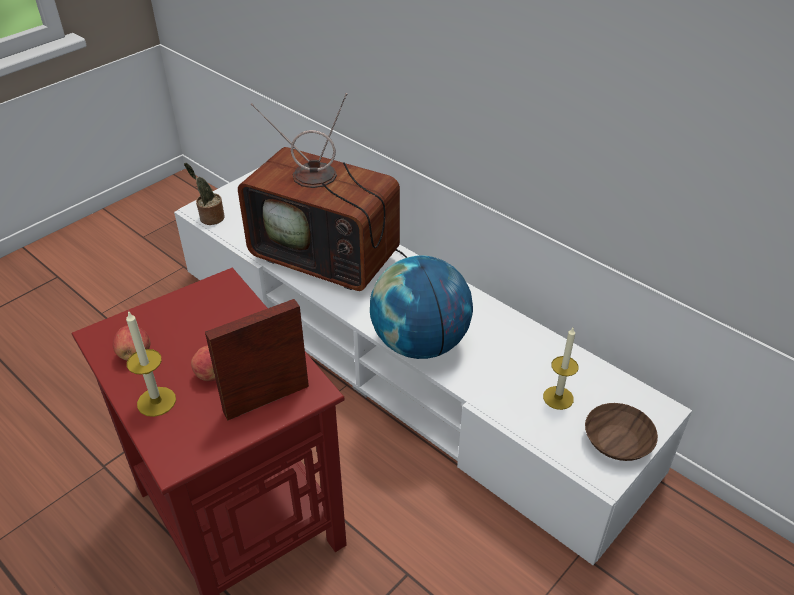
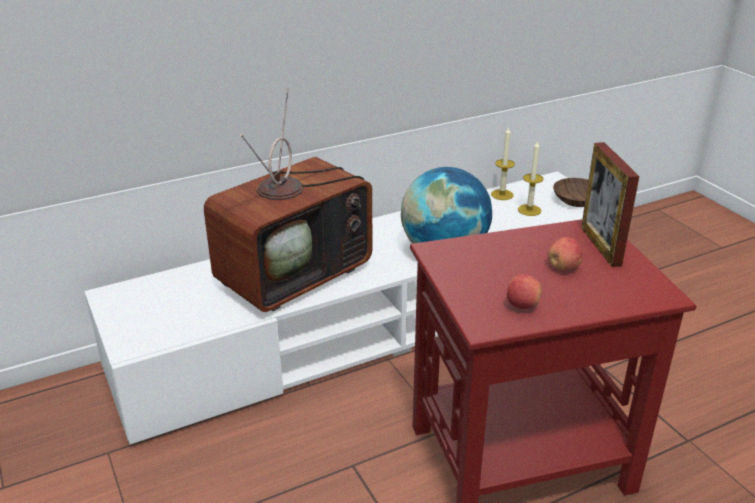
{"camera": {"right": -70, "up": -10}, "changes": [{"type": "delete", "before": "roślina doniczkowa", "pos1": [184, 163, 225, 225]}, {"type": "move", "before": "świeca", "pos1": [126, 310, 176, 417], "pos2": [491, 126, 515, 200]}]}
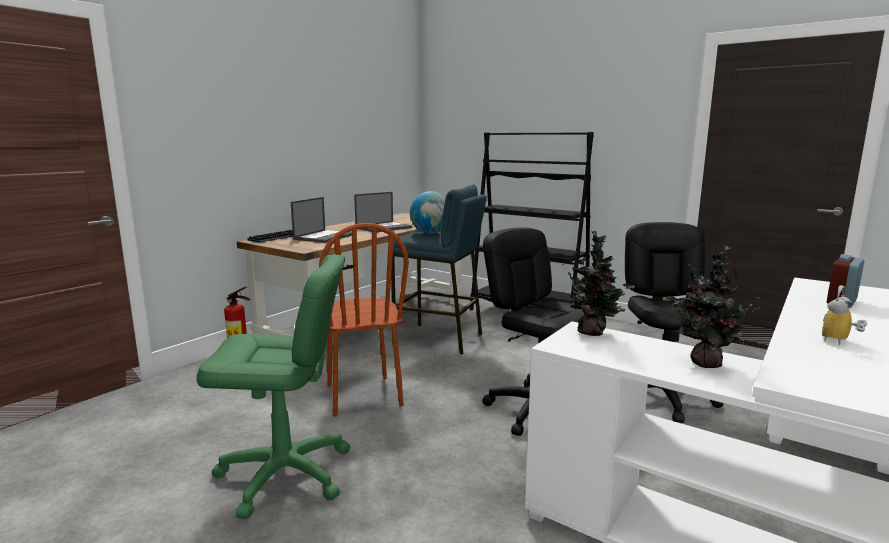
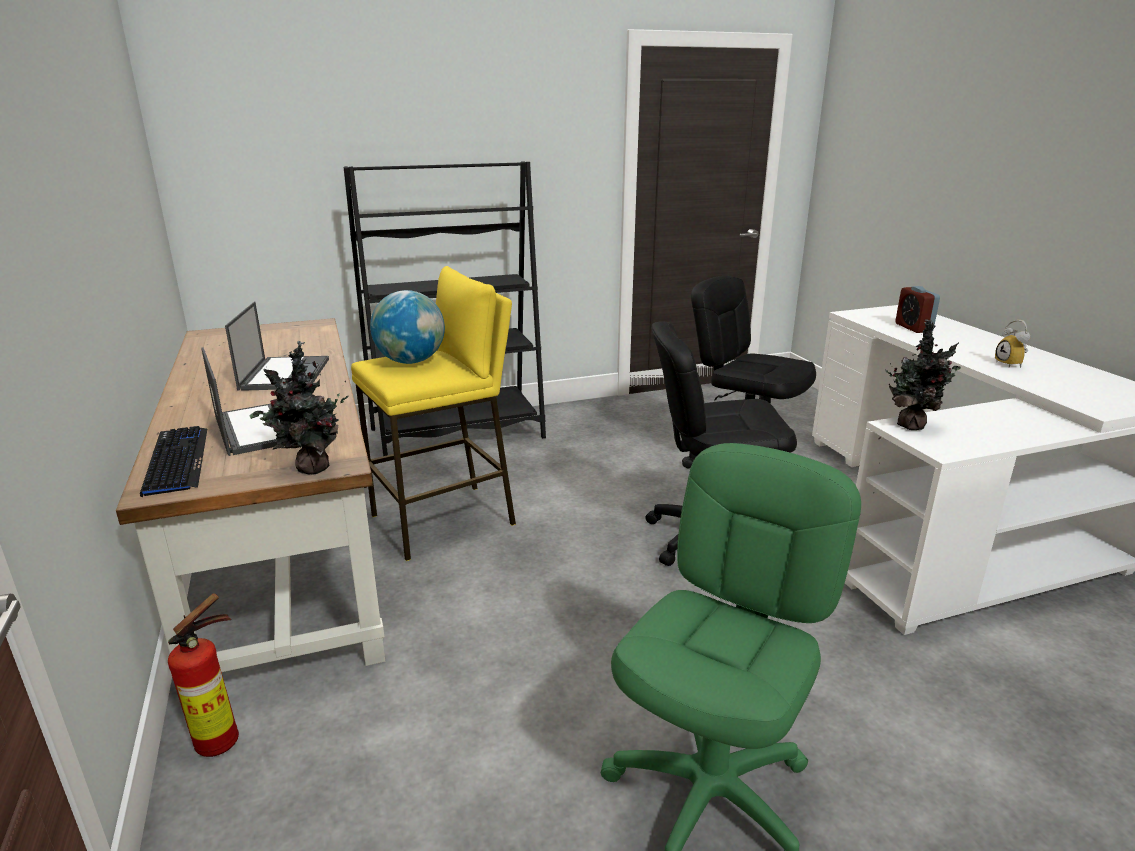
{"camera": {"right": -55, "up": 10}, "changes": [{"type": "recolor", "before": "stołek/niebieski", "after": "stołek/żółty", "pos1": [391, 184, 487, 355], "pos2": [351, 266, 516, 561]}, {"type": "delete", "before": "krzesło/brązowy", "pos1": [319, 223, 409, 417]}, {"type": "move", "before": "roślina doniczkowa", "pos1": [663, 246, 762, 368], "pos2": [249, 341, 349, 475]}]}
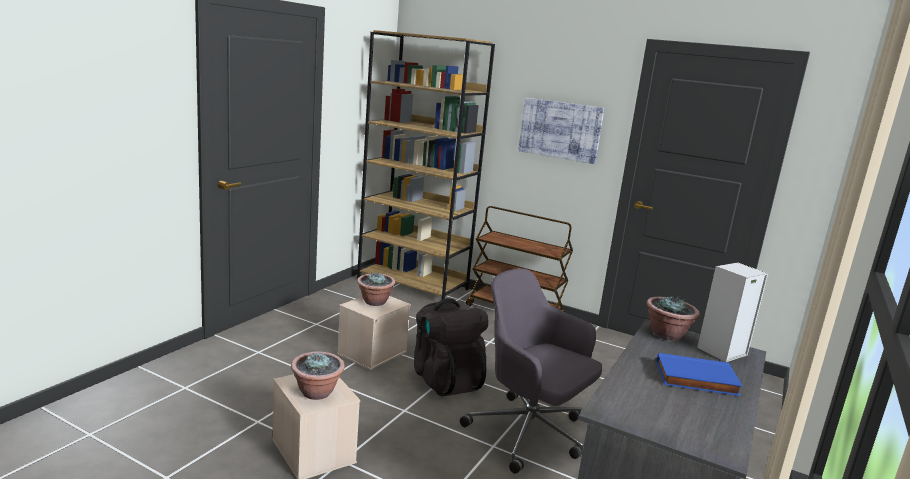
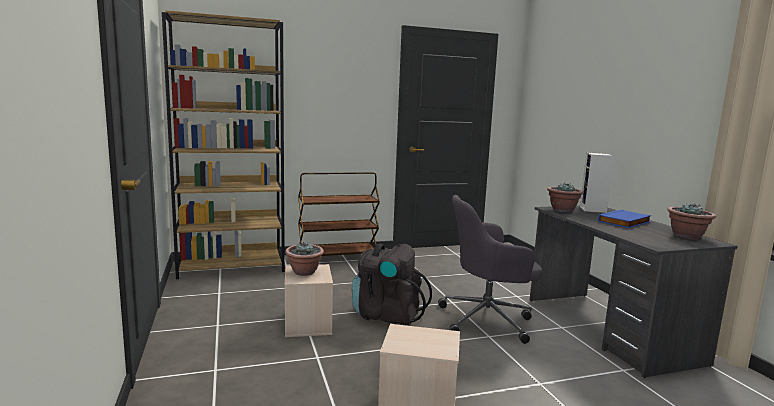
{"camera": {"right": -45, "up": -5}, "changes": [{"type": "delete", "before": "obraz", "pos1": [518, 98, 604, 164]}, {"type": "move", "before": "roślina doniczkowa", "pos1": [291, 351, 345, 400], "pos2": [667, 203, 716, 239]}]}
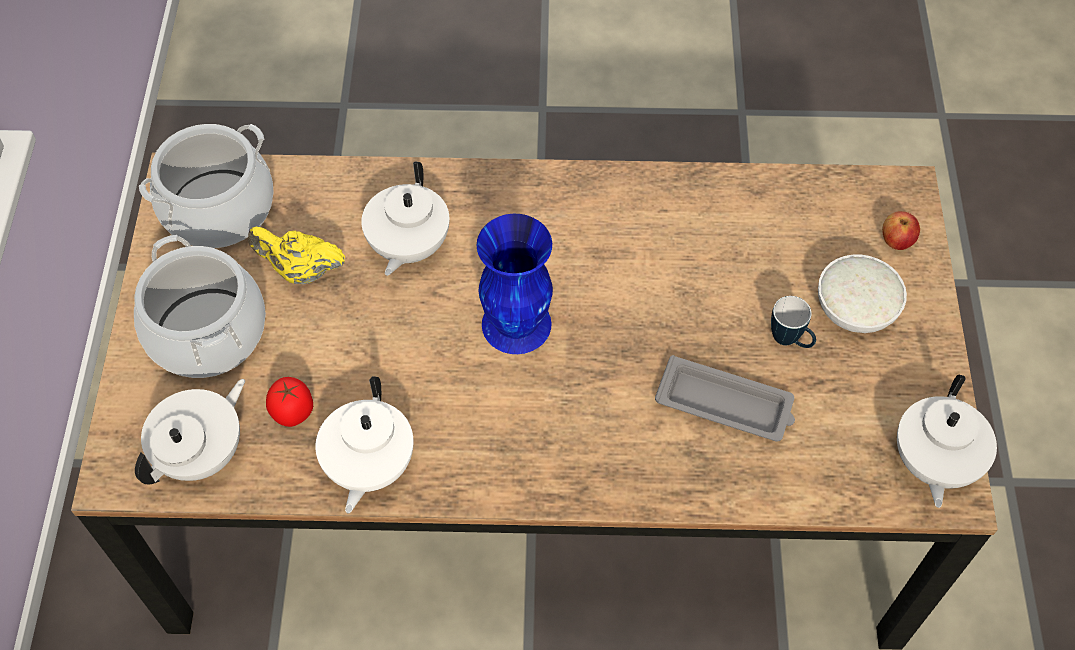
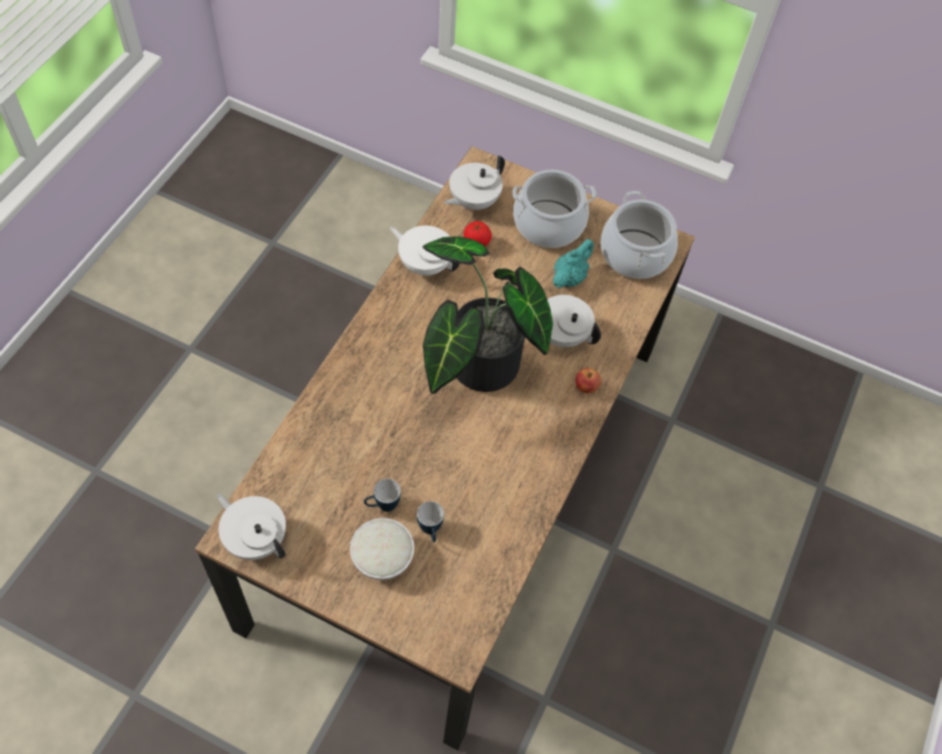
{"camera": {"right": 110, "up": 0}, "changes": [{"type": "move", "before": "jabłko", "pos1": [882, 211, 920, 250], "pos2": [576, 368, 601, 393]}, {"type": "replace", "before": "wazon/niebieski", "after": "roślina doniczkowa", "pos1": [477, 214, 553, 354], "pos2": [422, 236, 553, 394]}, {"type": "recolor", "before": "imbryk/żółty", "after": "imbryk/turkusowy", "pos1": [248, 227, 345, 284], "pos2": [553, 239, 594, 288]}, {"type": "delete", "before": "taca/szary", "pos1": [655, 355, 795, 442]}, {"type": "rotate", "before": "imbryk/biały", "pos1": [135, 379, 245, 484], "pos2": [444, 155, 505, 210], "turn": 75}, {"type": "insert", "after": "kubek", "pos2": [417, 501, 444, 542]}]}
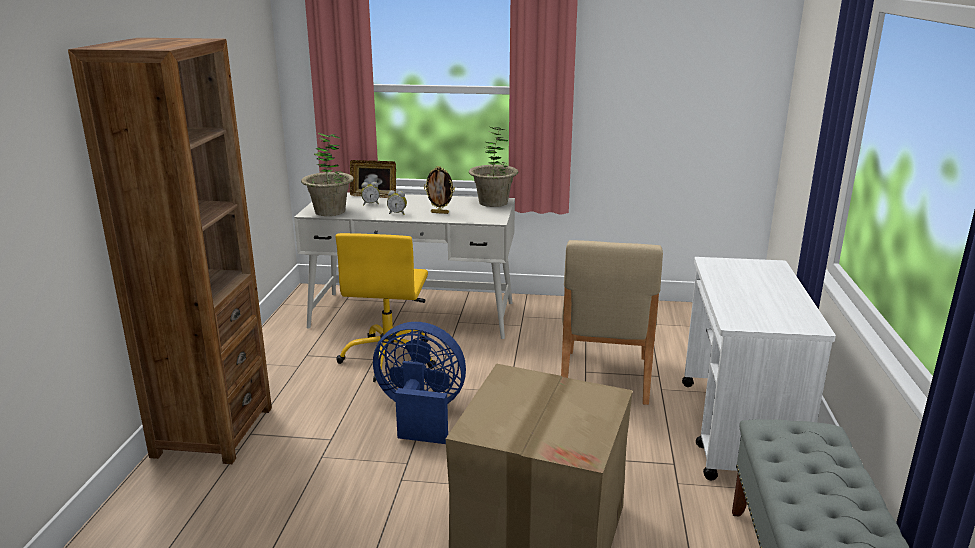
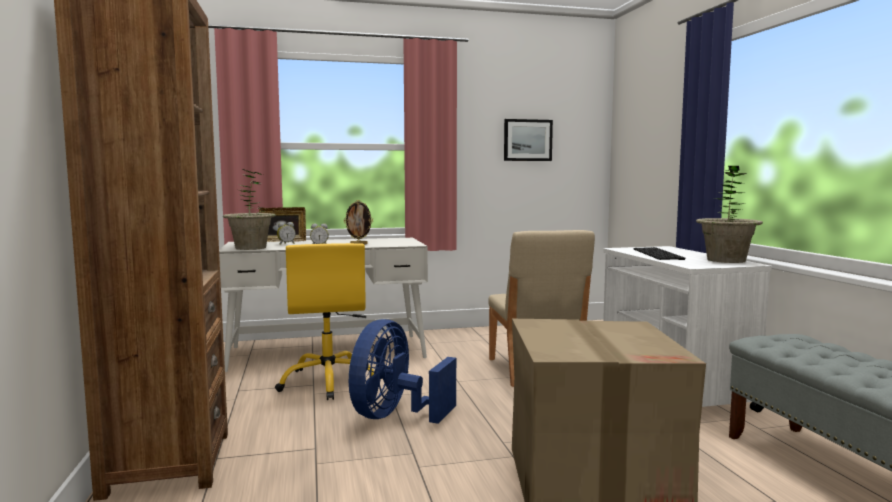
{"camera": {"right": -20, "up": -15}, "changes": [{"type": "move", "before": "roślina doniczkowa", "pos1": [469, 127, 518, 207], "pos2": [696, 166, 763, 263]}, {"type": "rotate", "before": "wentylator/niebieski", "pos1": [373, 322, 466, 444], "pos2": [349, 319, 456, 424], "turn": -60}, {"type": "insert", "after": "obraz", "pos2": [504, 119, 553, 161]}, {"type": "insert", "after": "klawiatura", "pos2": [633, 247, 685, 260]}]}
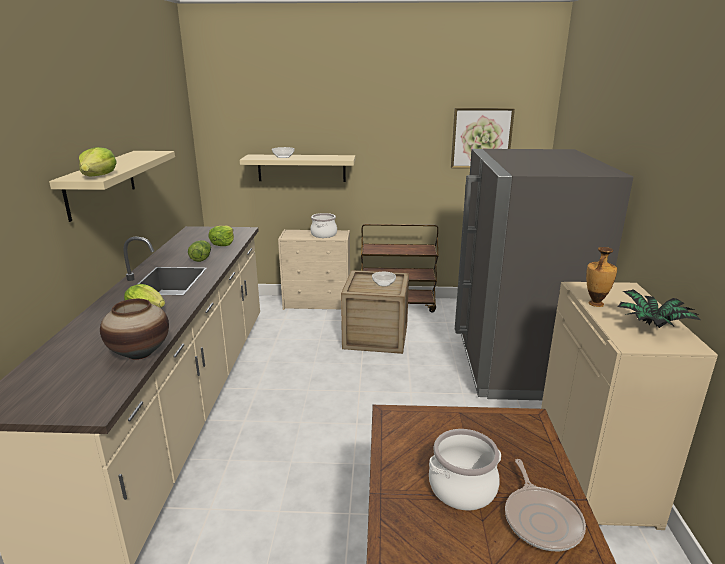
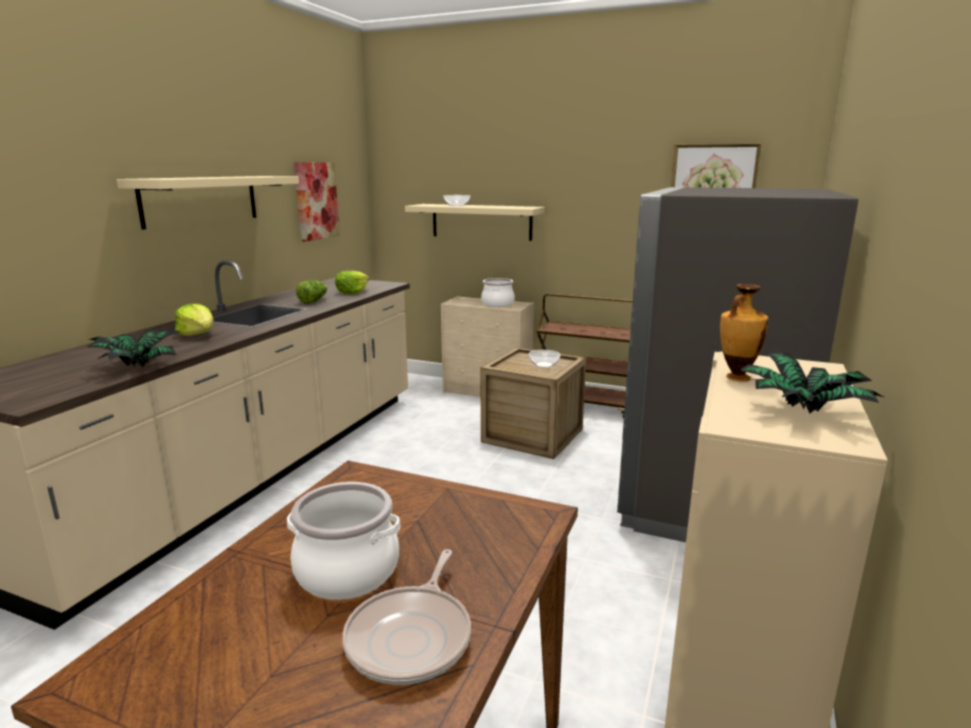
{"camera": {"right": 20, "up": -5}, "changes": [{"type": "delete", "before": "sałata", "pos1": [79, 147, 117, 177]}, {"type": "replace", "before": "wazon", "after": "roślina doniczkowa", "pos1": [100, 299, 169, 360], "pos2": [88, 329, 179, 368]}, {"type": "insert", "after": "obraz", "pos2": [294, 162, 340, 242]}]}
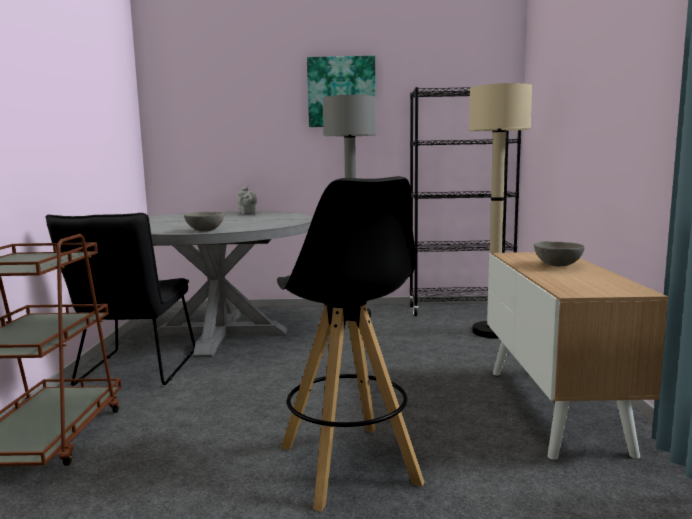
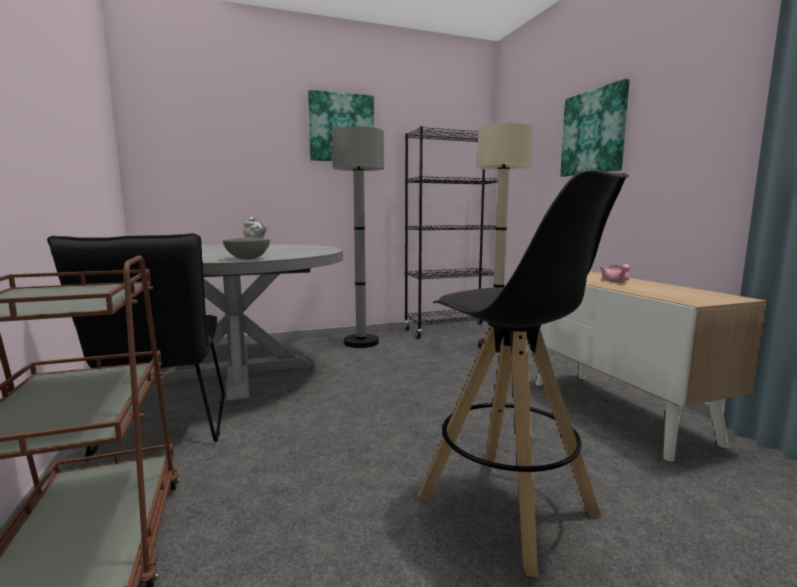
{"camera": {"right": -20, "up": 0}, "changes": [{"type": "replace", "before": "miska/szary", "after": "imbryk/różowy", "pos1": [534, 241, 585, 266], "pos2": [600, 264, 630, 282]}, {"type": "insert", "after": "obraz", "pos2": [560, 79, 630, 177]}]}
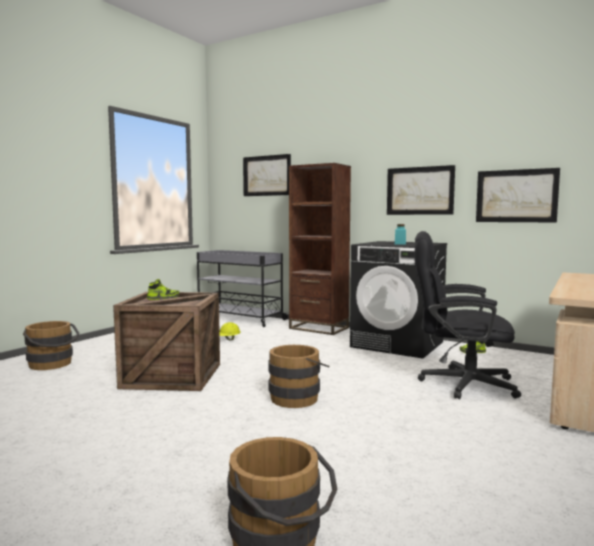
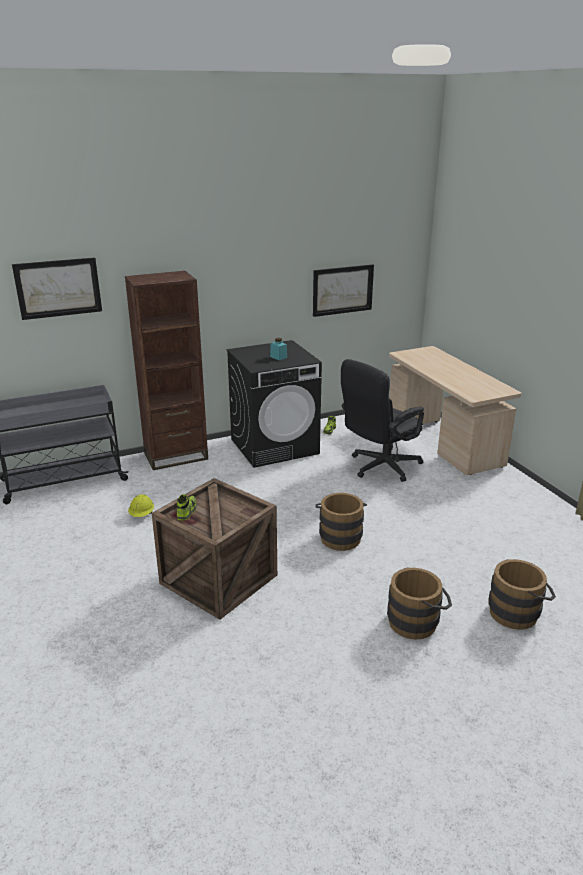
{"camera": {"right": -55, "up": 20}, "changes": [{"type": "delete", "before": "obraz", "pos1": [387, 165, 455, 215]}, {"type": "move", "before": "wiadro/brązowy", "pos1": [23, 321, 79, 370], "pos2": [387, 567, 452, 640]}]}
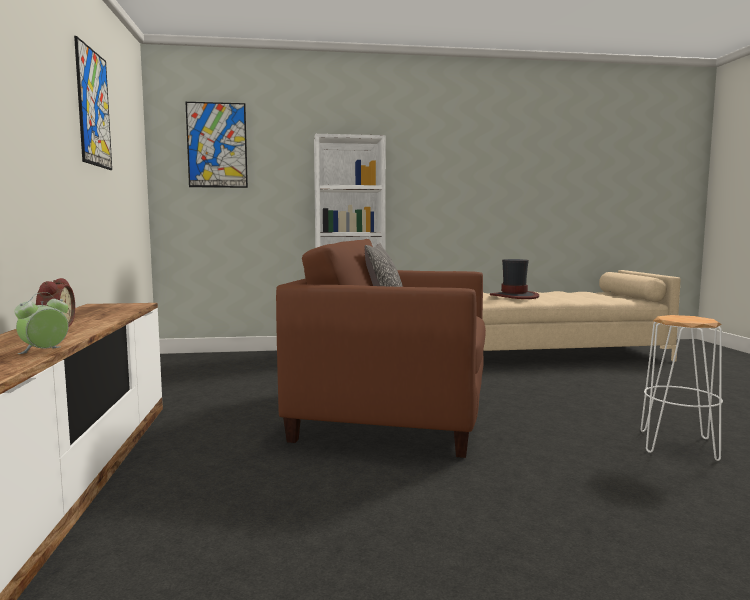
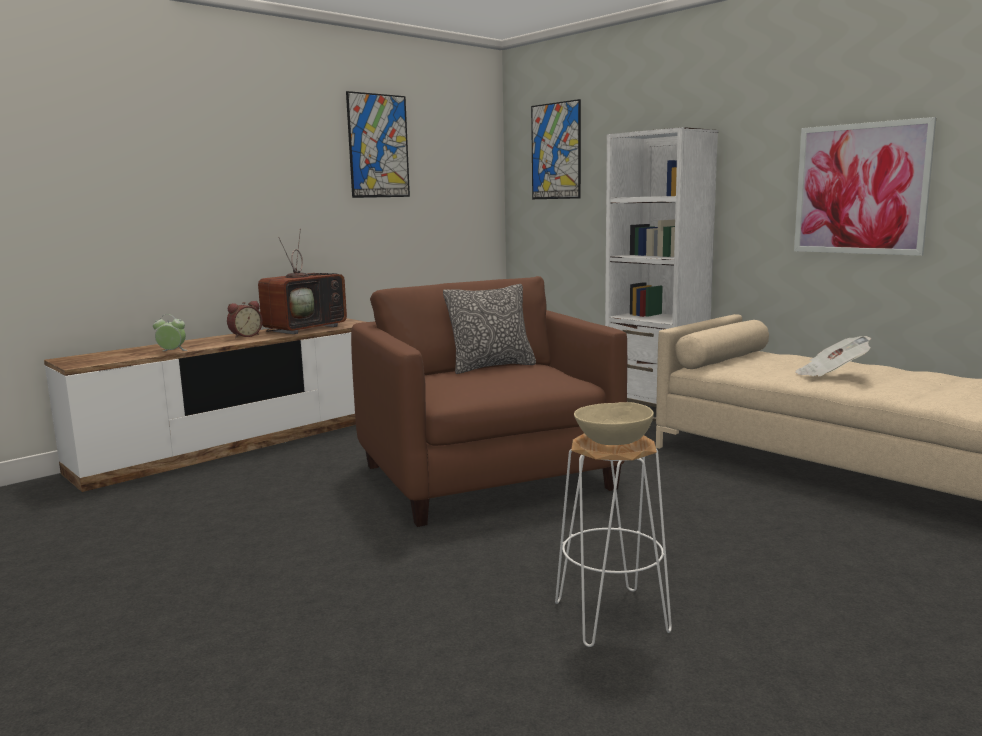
{"camera": {"right": 55, "up": 5}, "changes": [{"type": "replace", "before": "kapelusz", "after": "gazeta", "pos1": [490, 259, 539, 299], "pos2": [795, 336, 871, 377]}, {"type": "insert", "after": "obraz", "pos2": [794, 117, 936, 256]}, {"type": "insert", "after": "telewizor", "pos2": [258, 229, 347, 334]}, {"type": "insert", "after": "miska/beżowy", "pos2": [574, 402, 654, 445]}]}
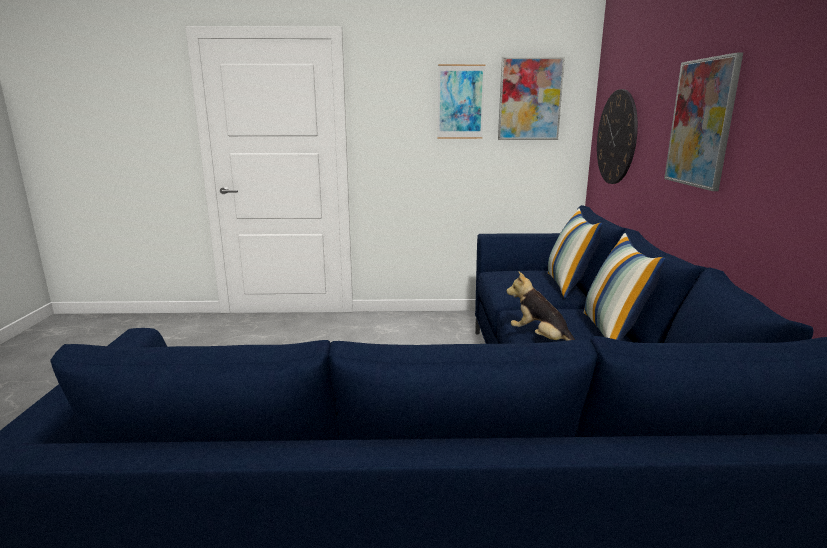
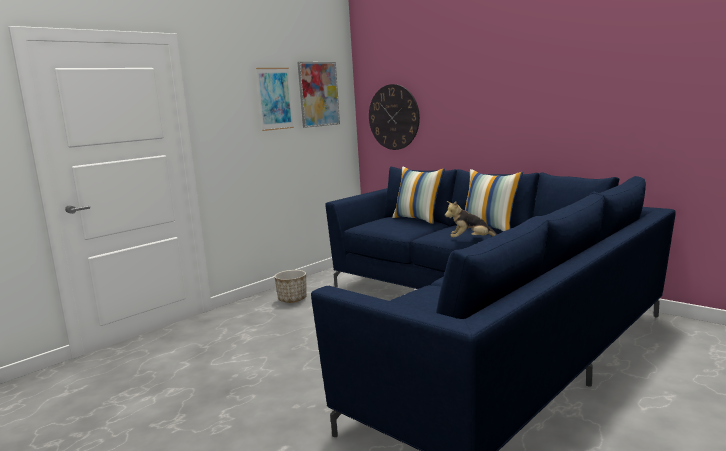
{"camera": {"right": -45, "up": -5}, "changes": [{"type": "delete", "before": "obraz", "pos1": [664, 52, 743, 191]}, {"type": "insert", "after": "donica", "pos2": [274, 270, 307, 303]}]}
